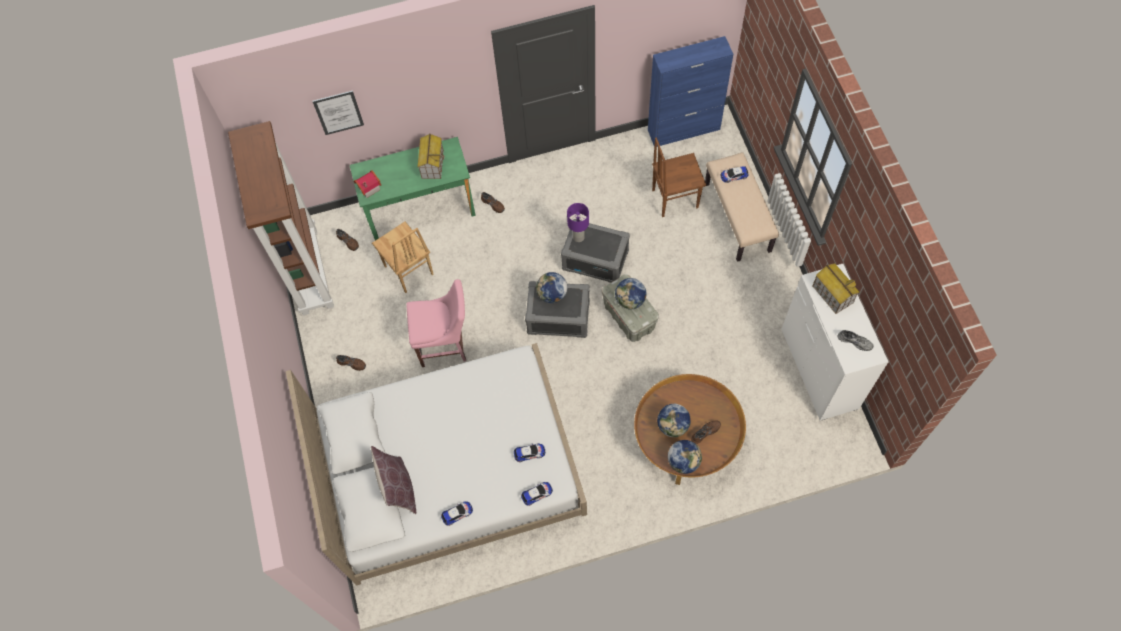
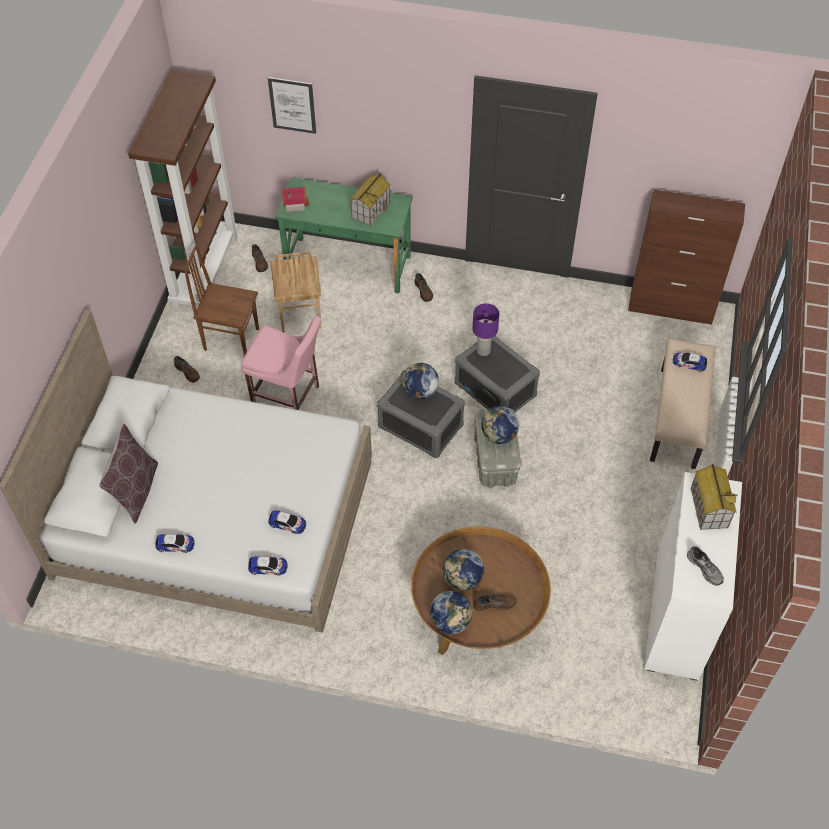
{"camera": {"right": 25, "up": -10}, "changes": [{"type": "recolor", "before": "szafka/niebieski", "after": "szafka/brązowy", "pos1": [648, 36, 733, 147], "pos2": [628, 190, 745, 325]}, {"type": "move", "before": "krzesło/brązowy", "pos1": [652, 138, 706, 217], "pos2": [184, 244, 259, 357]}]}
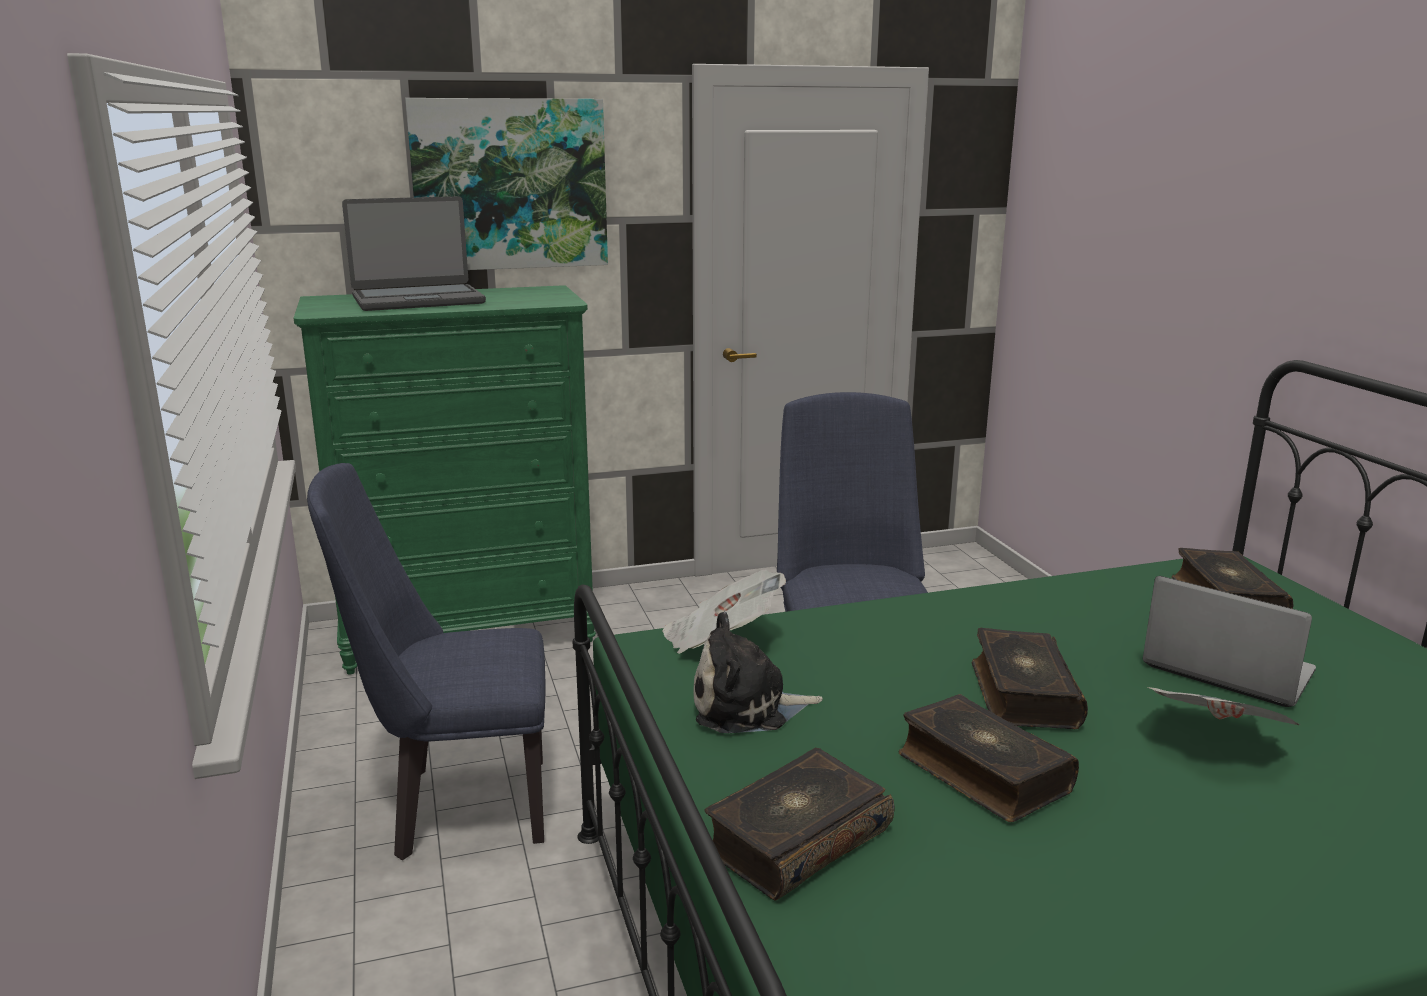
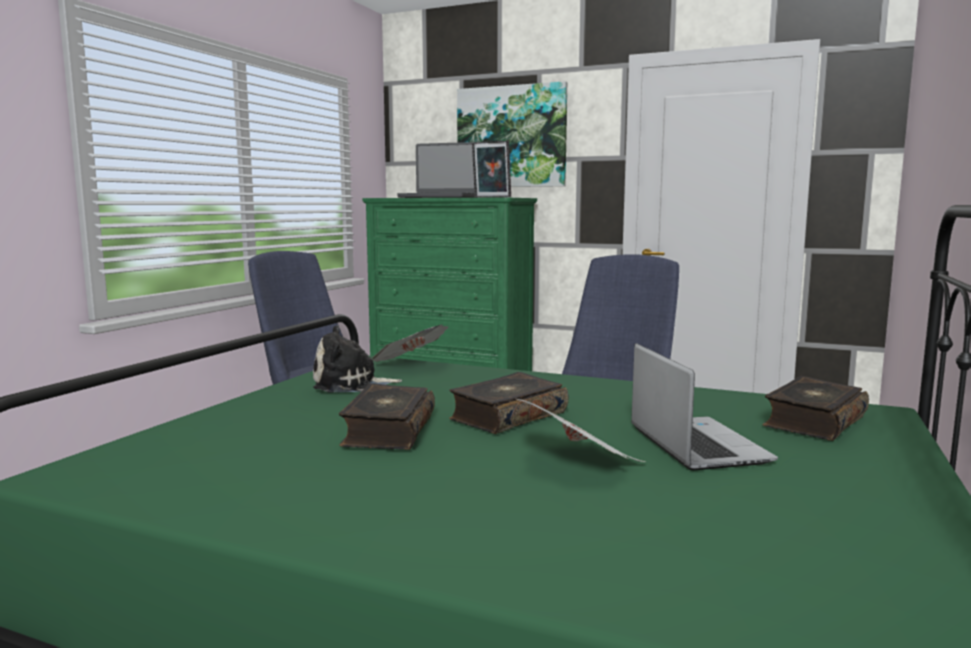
{"camera": {"right": 40, "up": -10}, "changes": [{"type": "rotate", "before": "pluszak", "pos1": [693, 612, 823, 733], "pos2": [313, 325, 402, 392], "turn": -45}, {"type": "delete", "before": "książka", "pos1": [704, 748, 895, 900]}, {"type": "insert", "after": "ramka na zdjęcie", "pos2": [472, 140, 511, 198]}]}
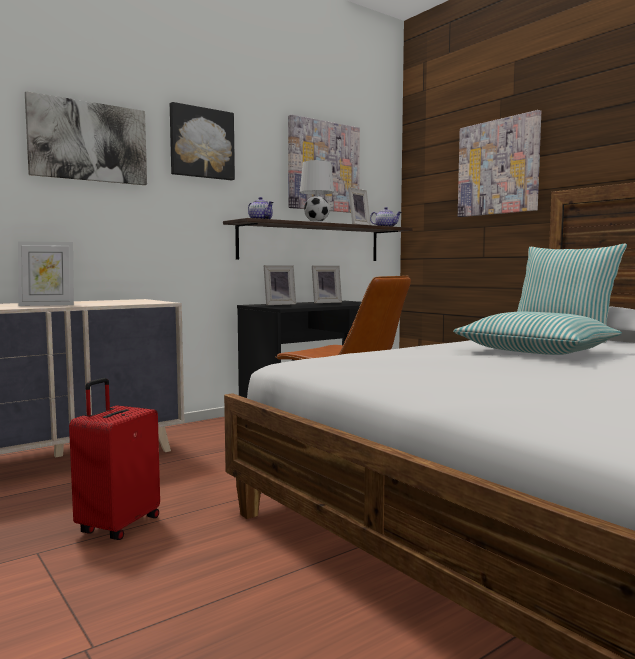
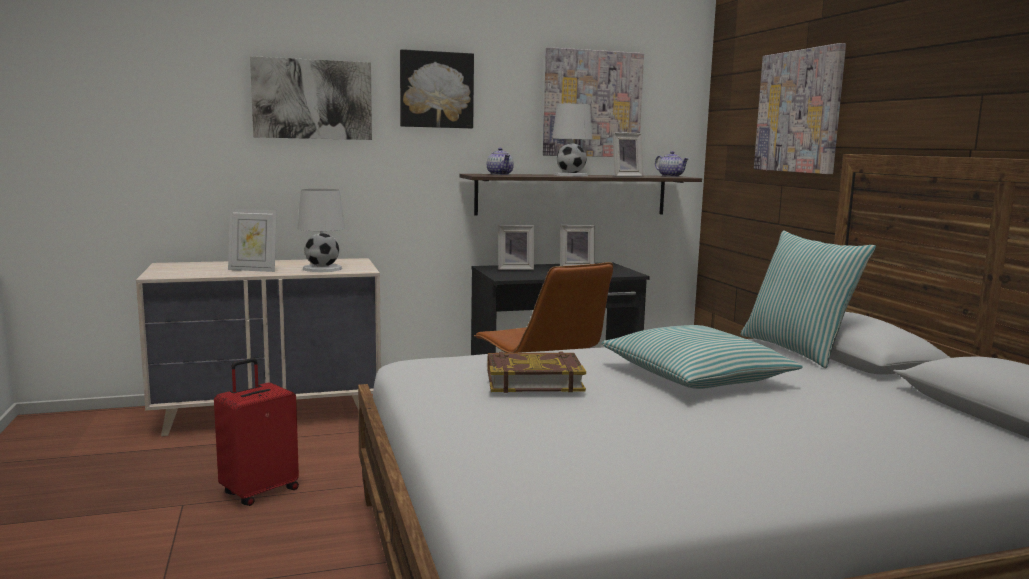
{"camera": {"right": 20, "up": 5}, "changes": [{"type": "insert", "after": "lampa stołowa/biały", "pos2": [298, 189, 345, 272]}, {"type": "insert", "after": "książka", "pos2": [487, 351, 586, 393]}]}
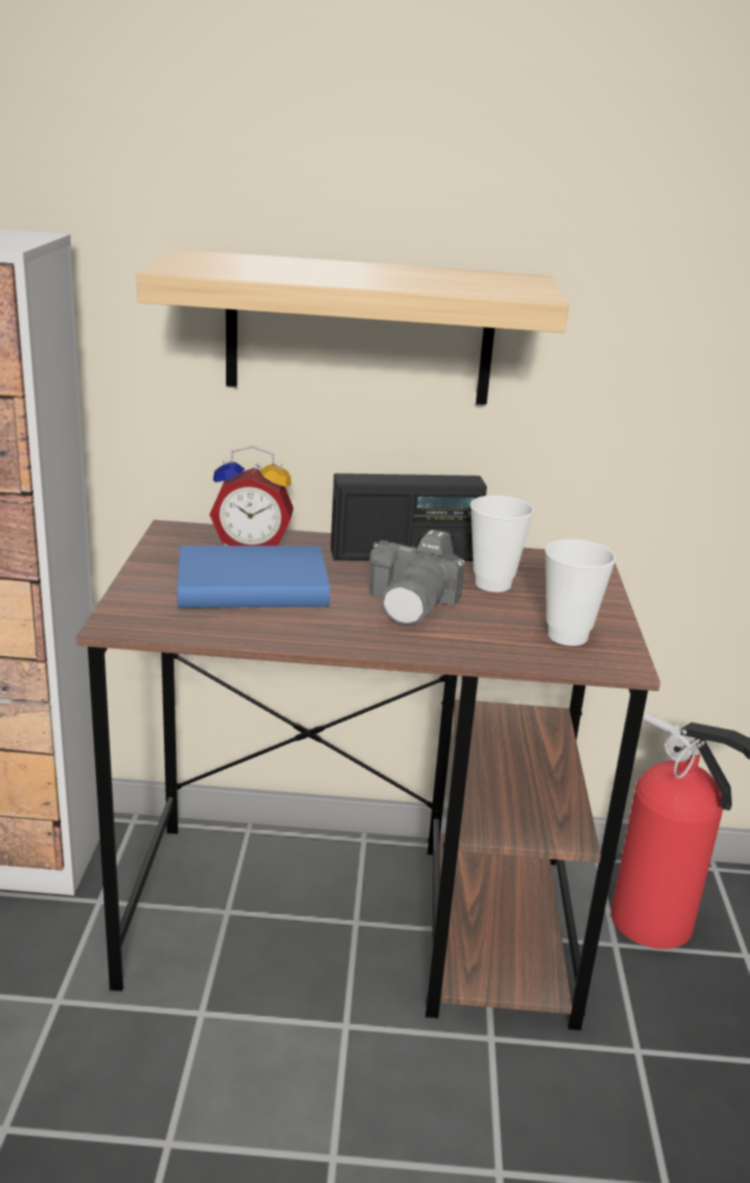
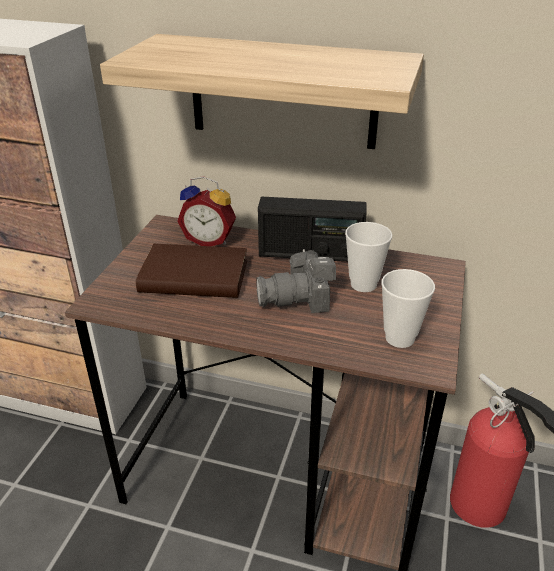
{"camera": {"right": 15, "up": 10}, "changes": [{"type": "rotate", "before": "aparat fotograficzny", "pos1": [369, 529, 465, 625], "pos2": [256, 249, 336, 313], "turn": 45}, {"type": "recolor", "before": "książka/niebieski", "after": "książka/brązowy", "pos1": [177, 546, 330, 608], "pos2": [136, 244, 247, 298]}]}
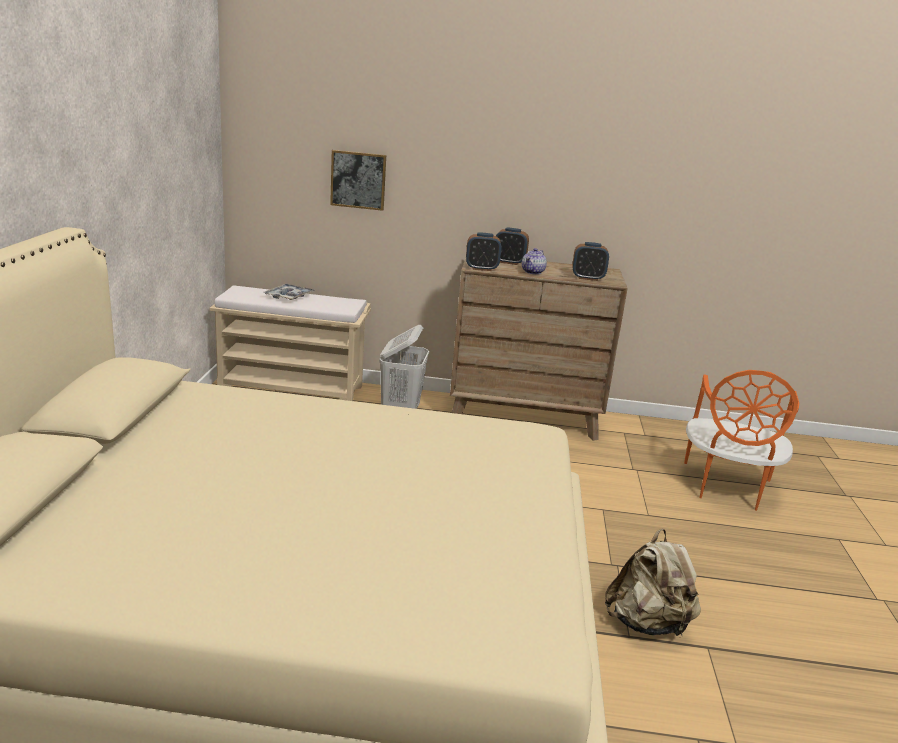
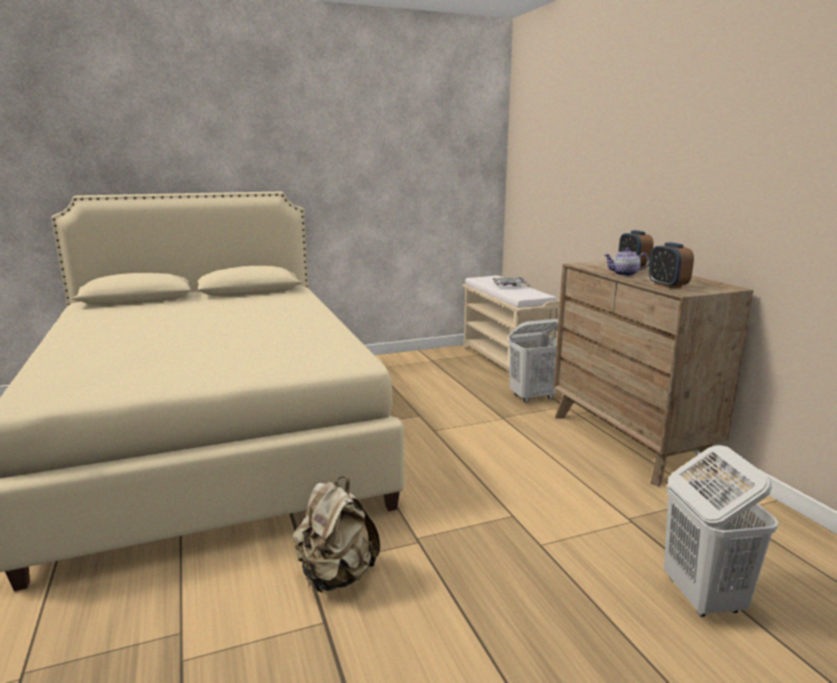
{"camera": {"right": 65, "up": -5}, "changes": [{"type": "delete", "before": "obraz", "pos1": [330, 150, 386, 211]}, {"type": "delete", "before": "budzik", "pos1": [466, 232, 501, 271]}, {"type": "replace", "before": "krzesło/pomarańczowy", "after": "kosz na pranie/biały", "pos1": [684, 370, 799, 511], "pos2": [664, 445, 778, 617]}]}
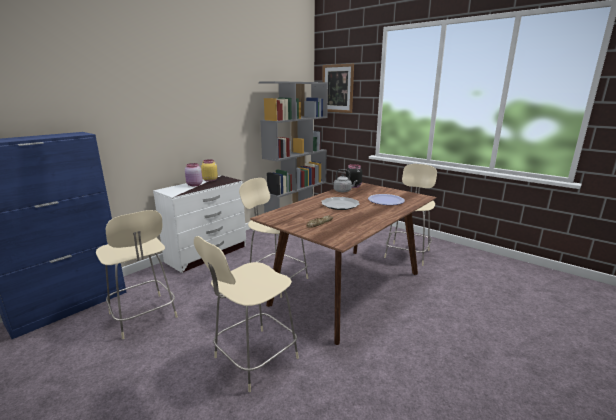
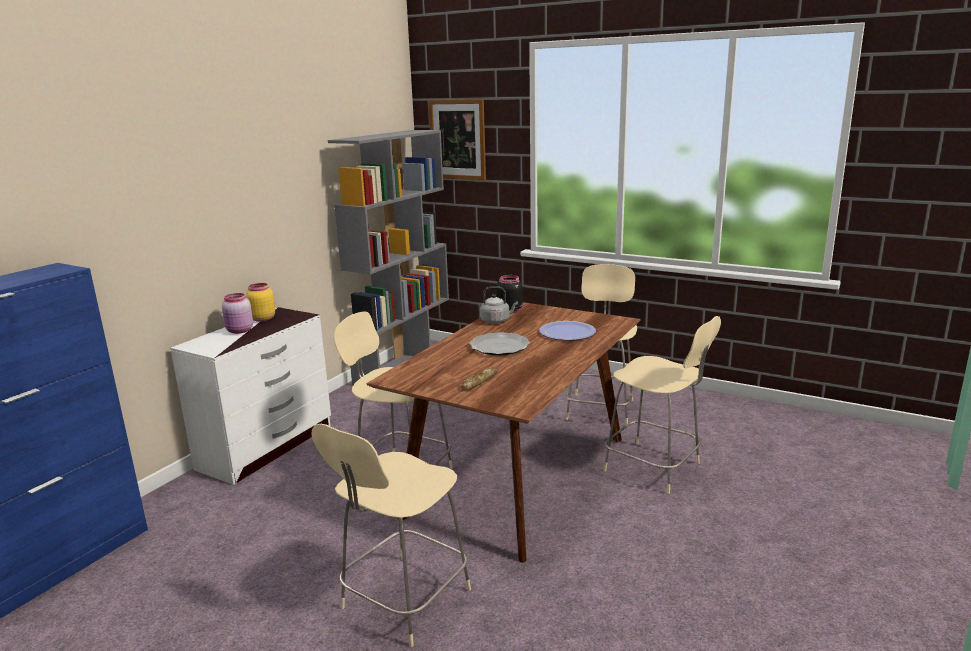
{"camera": {"right": -10, "up": 0}, "changes": [{"type": "move", "before": "krzesło/beżowy", "pos1": [96, 210, 178, 339], "pos2": [603, 316, 721, 494]}]}
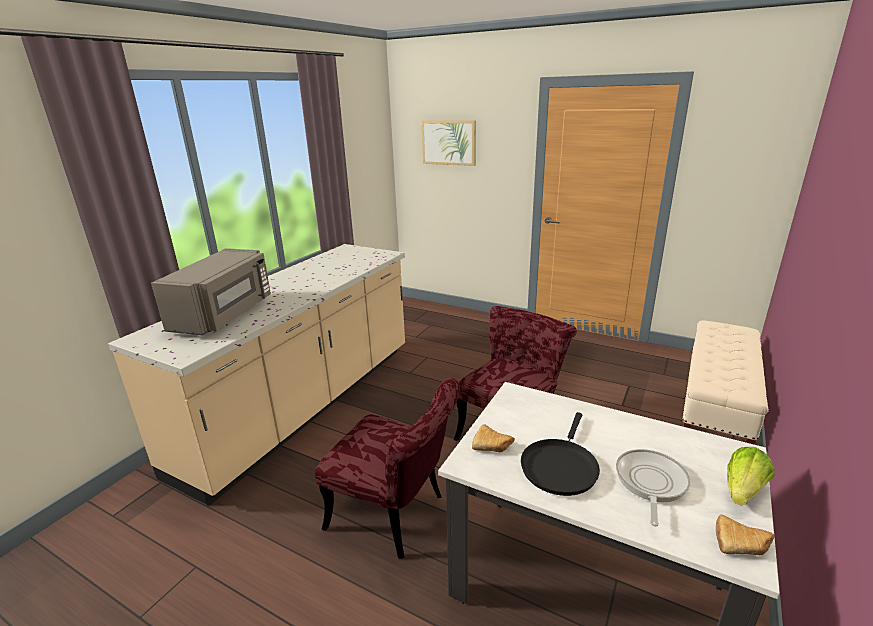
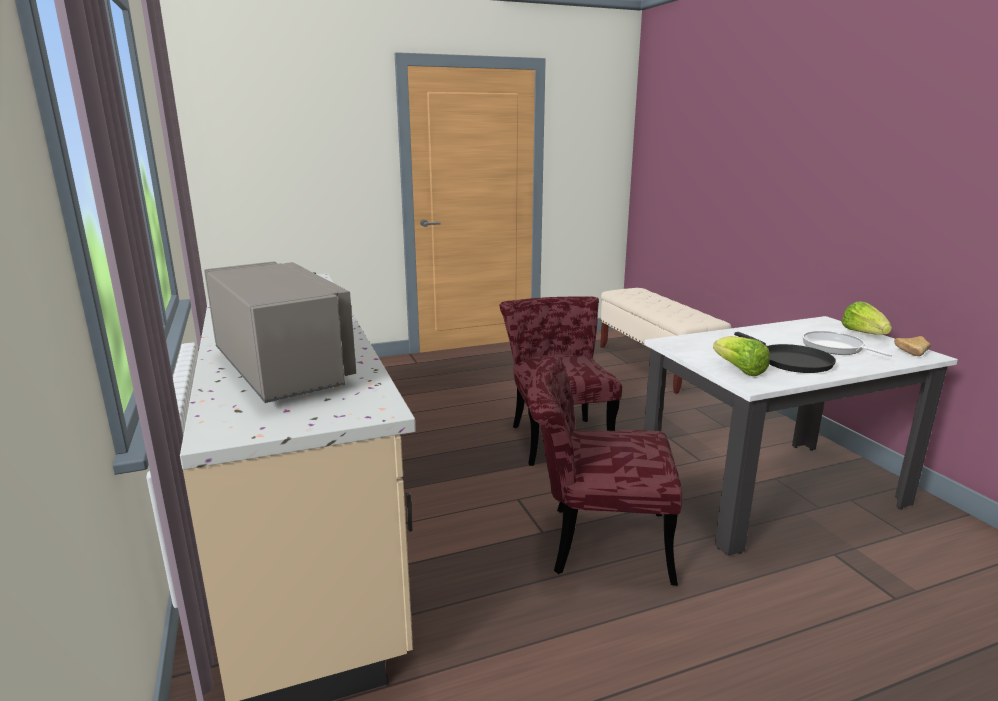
{"camera": {"right": -50, "up": -5}, "changes": [{"type": "delete", "before": "obraz", "pos1": [421, 120, 476, 166]}, {"type": "rotate", "before": "krzesło/czerwony", "pos1": [315, 378, 460, 559], "pos2": [527, 354, 682, 586], "turn": -150}, {"type": "replace", "before": "chleb", "after": "sałata", "pos1": [472, 424, 515, 452], "pos2": [713, 336, 770, 376]}]}
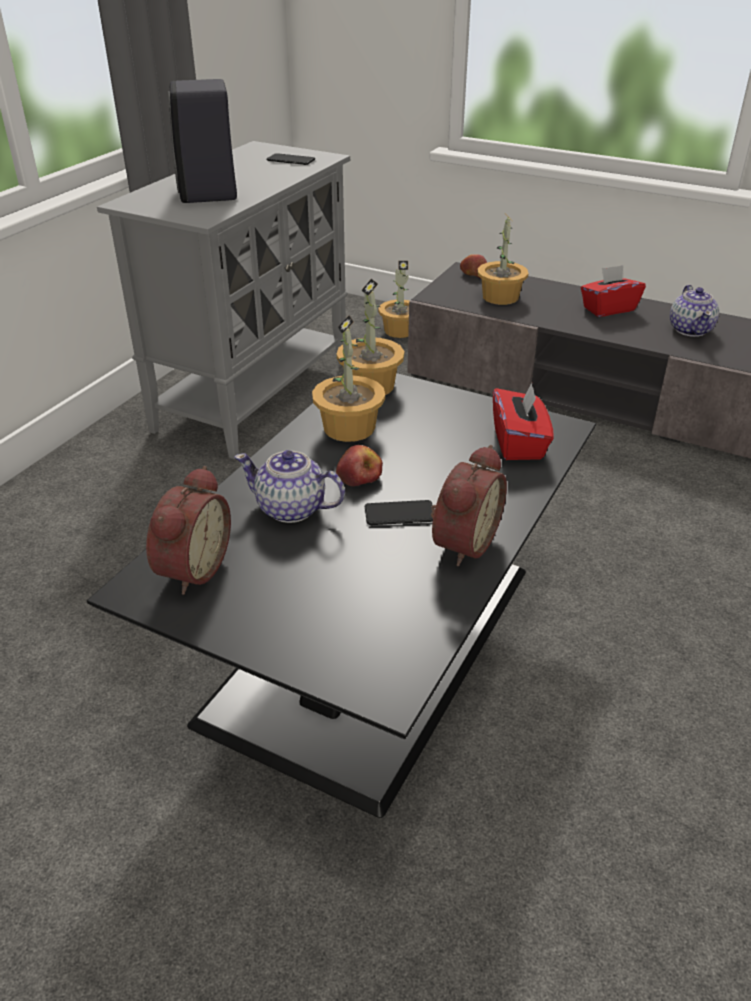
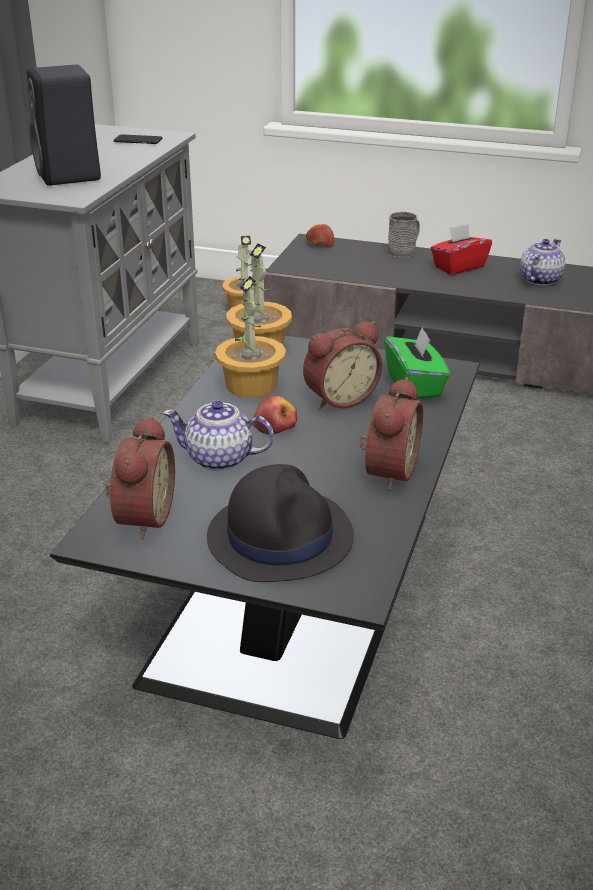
{"camera": {"right": -10, "up": -5}, "changes": [{"type": "delete", "before": "roślina doniczkowa", "pos1": [477, 215, 528, 305]}, {"type": "rotate", "before": "imbryk", "pos1": [670, 285, 719, 337], "pos2": [520, 239, 566, 286], "turn": -135}, {"type": "recolor", "before": "pudełko chusteczek/czerwony", "after": "pudełko chusteczek/zielony", "pos1": [493, 383, 554, 460], "pos2": [385, 326, 450, 399]}, {"type": "delete", "before": "telefon", "pos1": [365, 500, 433, 525]}, {"type": "insert", "after": "kubek/szary", "pos2": [388, 212, 420, 258]}, {"type": "insert", "after": "budzik", "pos2": [303, 321, 382, 410]}, {"type": "insert", "after": "kapelusz/czarny", "pos2": [207, 464, 354, 582]}]}
